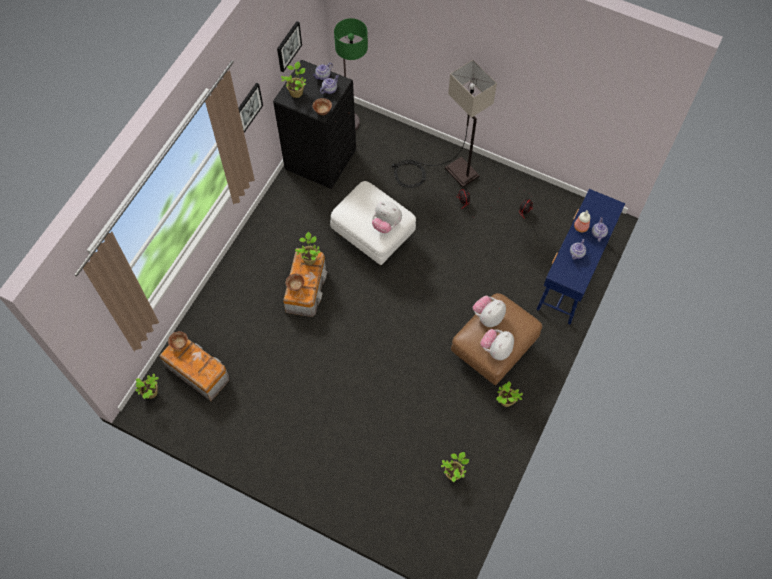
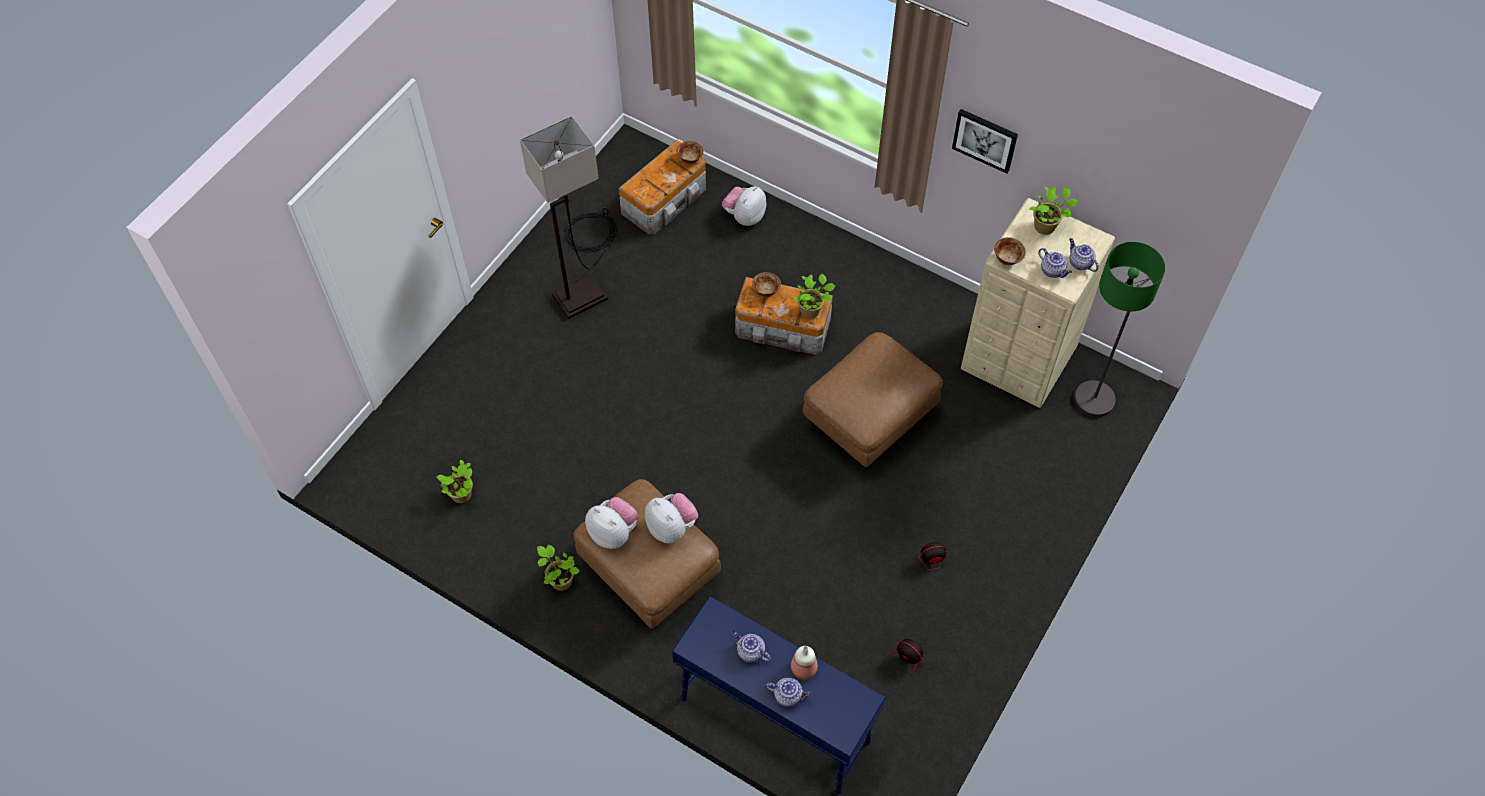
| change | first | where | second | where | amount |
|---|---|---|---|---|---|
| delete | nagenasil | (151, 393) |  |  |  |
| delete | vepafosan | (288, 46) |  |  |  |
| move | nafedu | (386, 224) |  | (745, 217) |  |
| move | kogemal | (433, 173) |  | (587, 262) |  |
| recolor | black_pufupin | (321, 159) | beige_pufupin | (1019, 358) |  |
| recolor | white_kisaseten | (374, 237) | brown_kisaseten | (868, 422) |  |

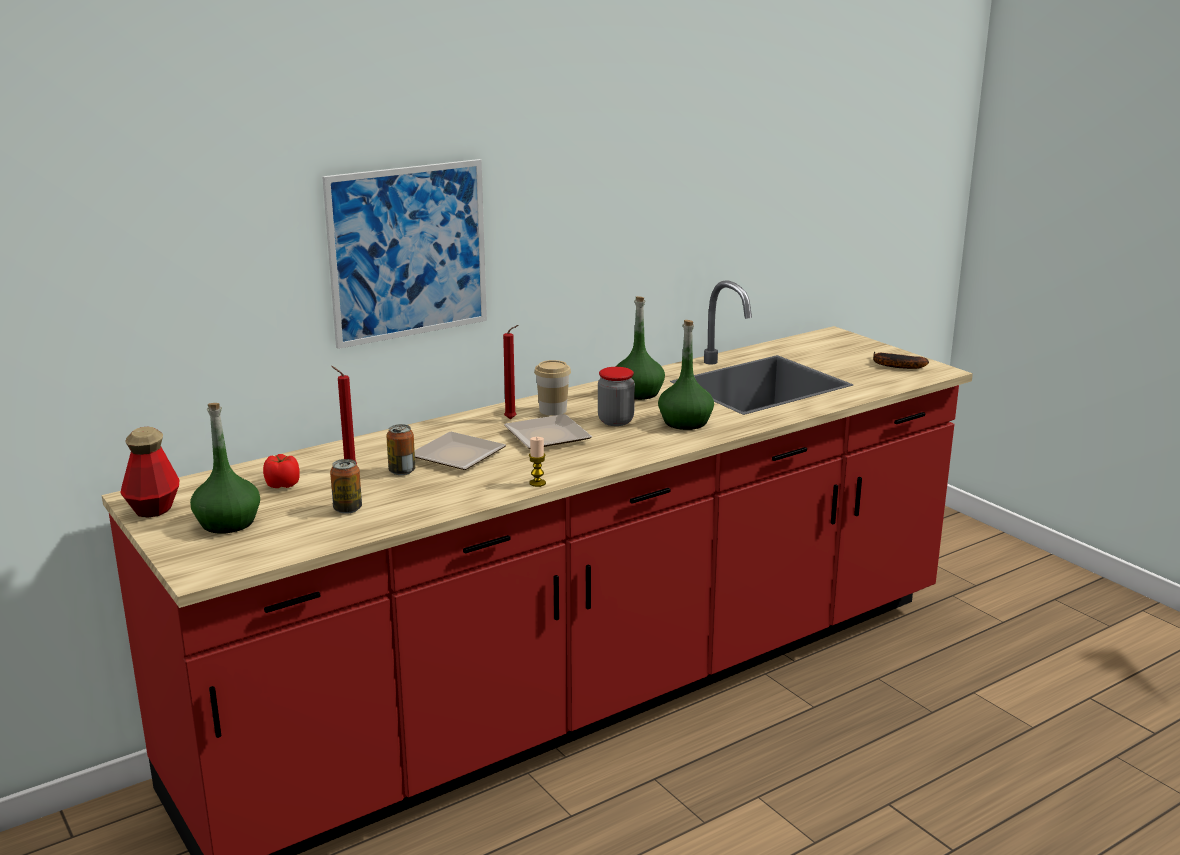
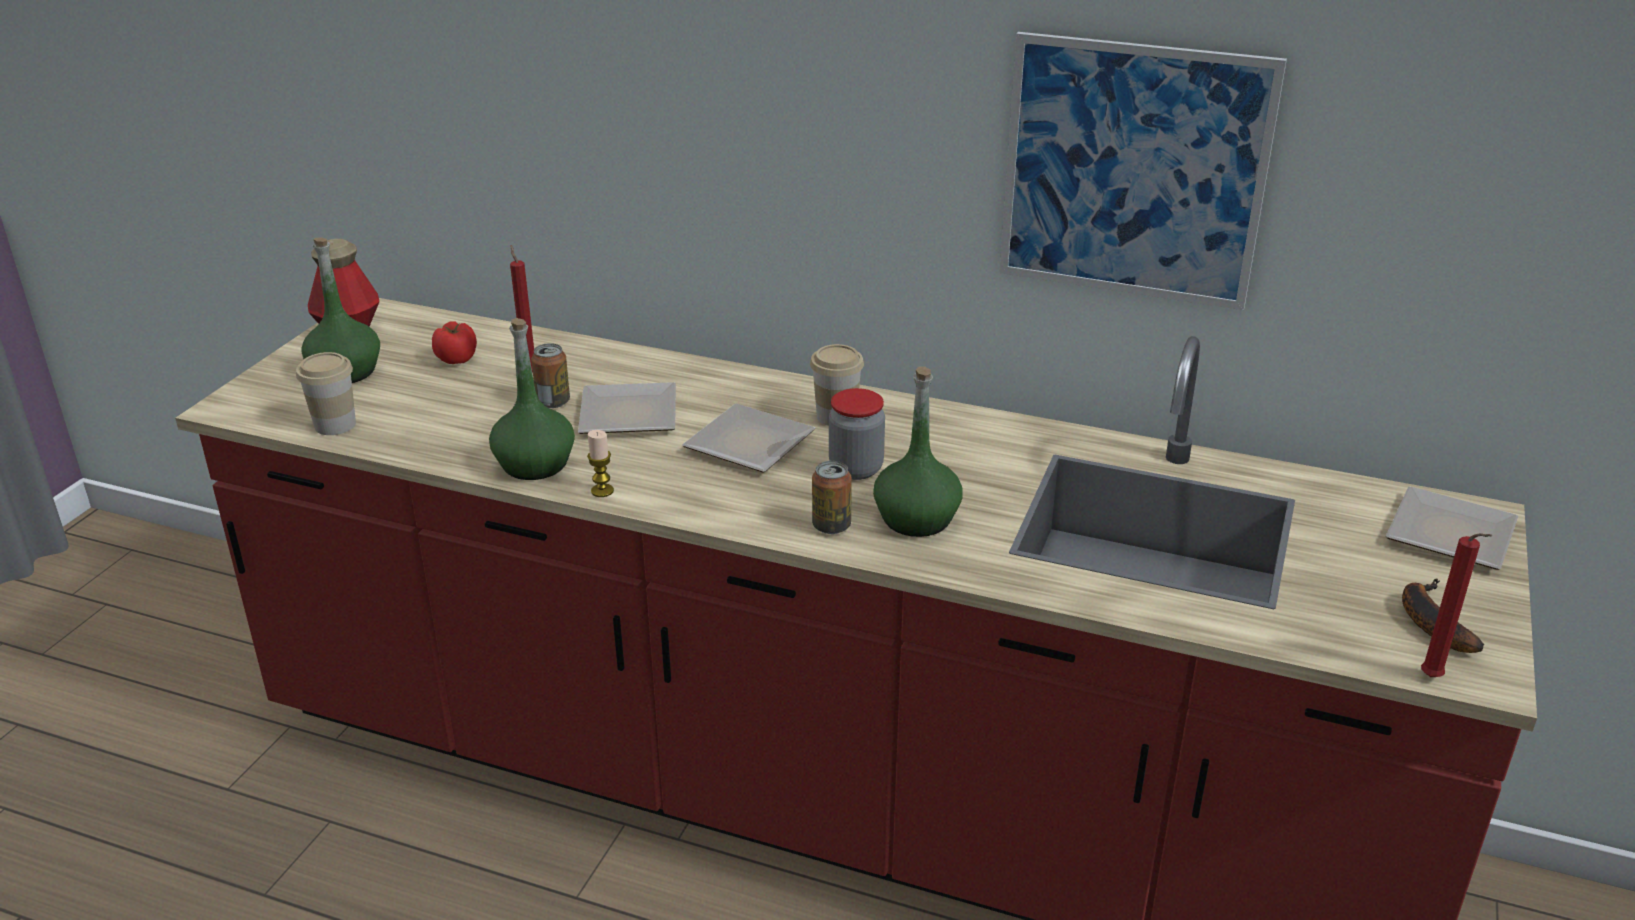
| change | first | where | second | where | amount |
|---|---|---|---|---|---|
| insert |  |  | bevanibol | (335, 425) |  |
| insert |  |  | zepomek | (1446, 531) |  |
| move | vepafosan | (408, 252) |  | (1133, 172) |  |
| move | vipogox | (347, 509) |  | (831, 526) |  |
| move | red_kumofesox | (512, 419) |  | (1433, 679) |  |
| move | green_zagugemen | (638, 393) |  | (535, 464) |  |

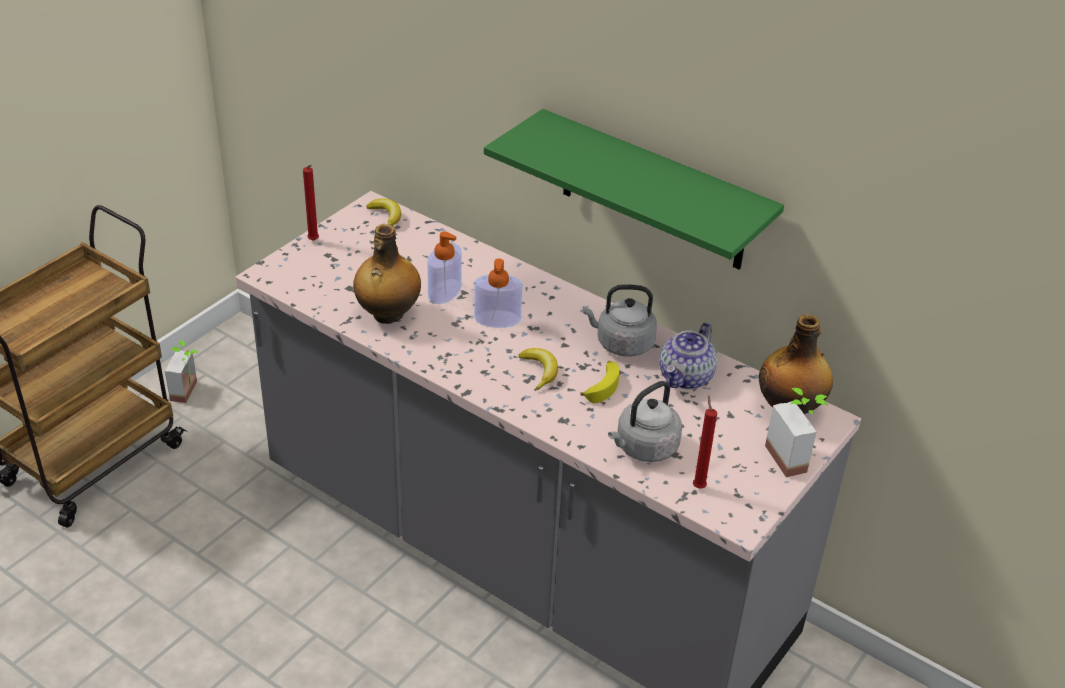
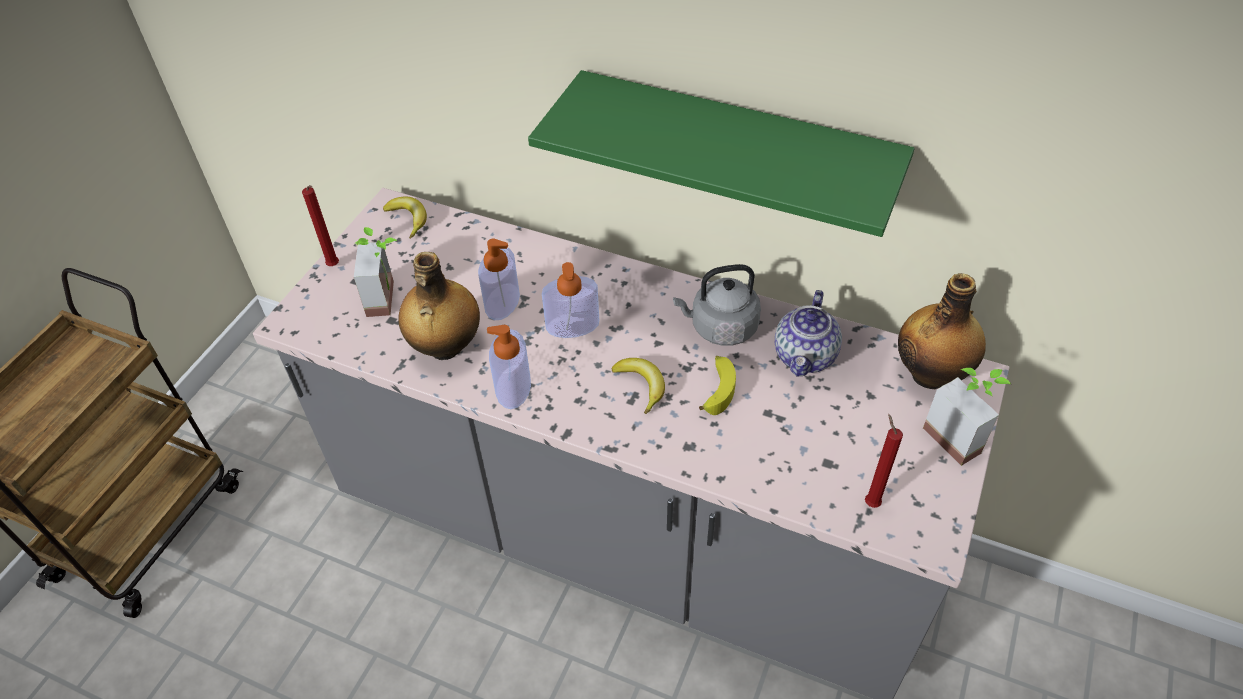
| change | first | where | second | where | amount |
|---|---|---|---|---|---|
| delete | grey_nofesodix | (644, 448) |  |  |  |
| insert |  |  | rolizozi | (513, 387) |  |
| move | nagenasil | (190, 392) |  | (390, 298) |  |

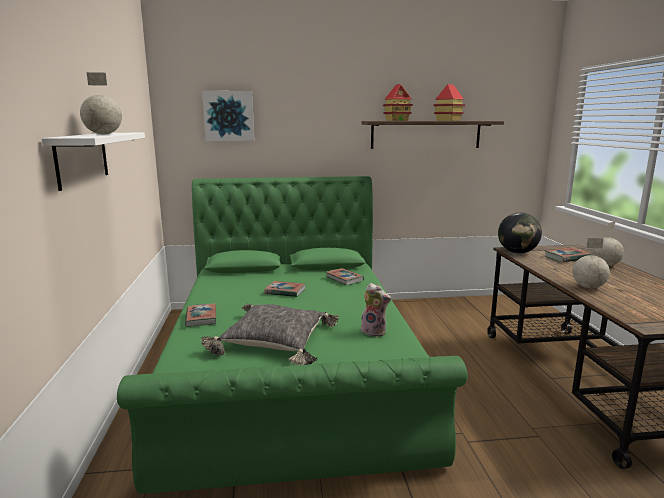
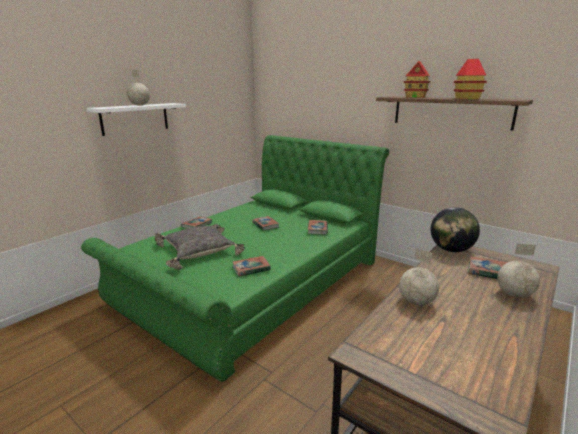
| change | first | where | second | where | amount |
|---|---|---|---|---|---|
| delete | vepafosan | (229, 116) |  |  |  |
| replace | nafedu | (375, 331) | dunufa | (251, 268) |  |

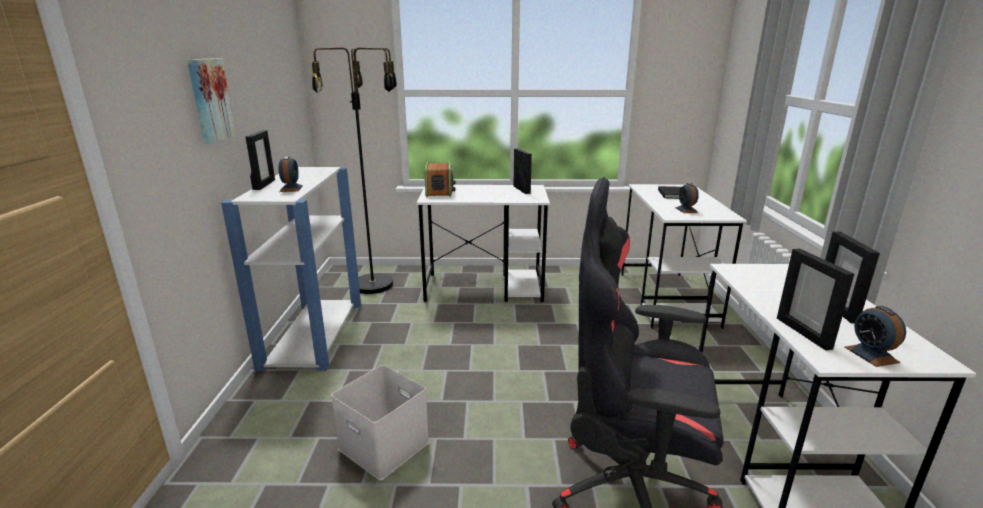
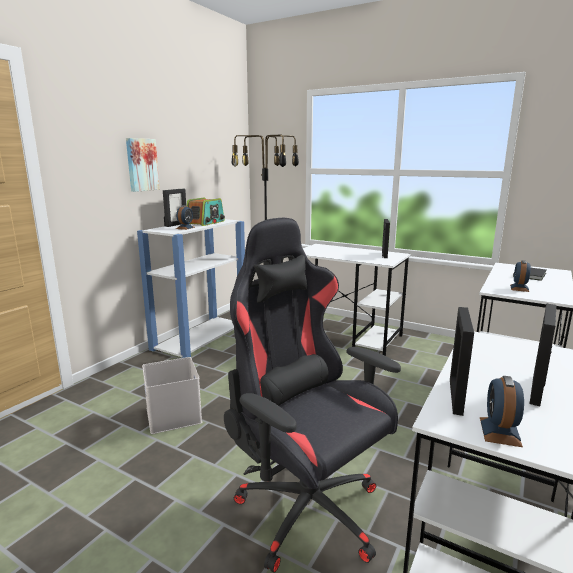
| change | first | where | second | where | amount |
|---|---|---|---|---|---|
| move | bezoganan | (439, 191) |  | (206, 223) |  |

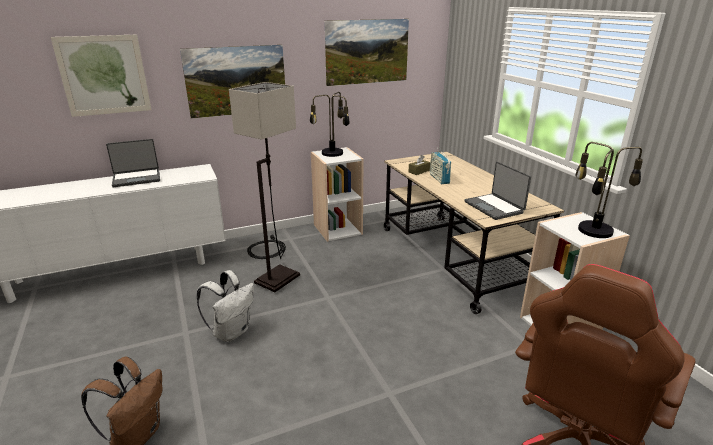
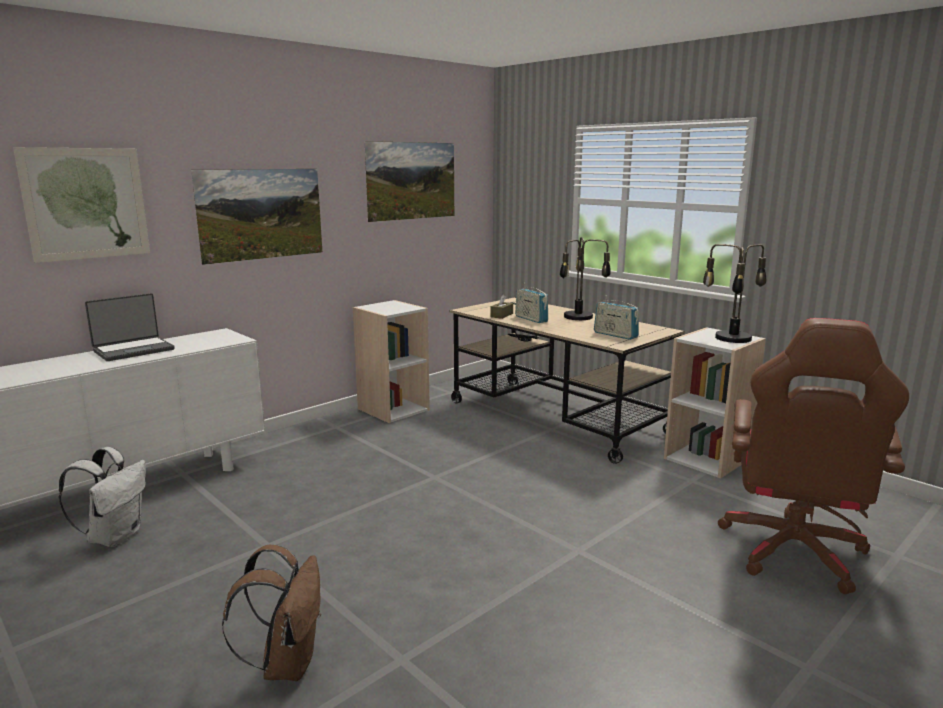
| change | first | where | second | where | amount |
|---|---|---|---|---|---|
| delete | kogemal | (272, 262) |  |  |  |
| move | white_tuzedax | (231, 332) |  | (115, 536) |  |
| move | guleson | (332, 153) |  | (578, 317) |  |
| replace | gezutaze | (494, 207) | bezoganan | (615, 335) |  |

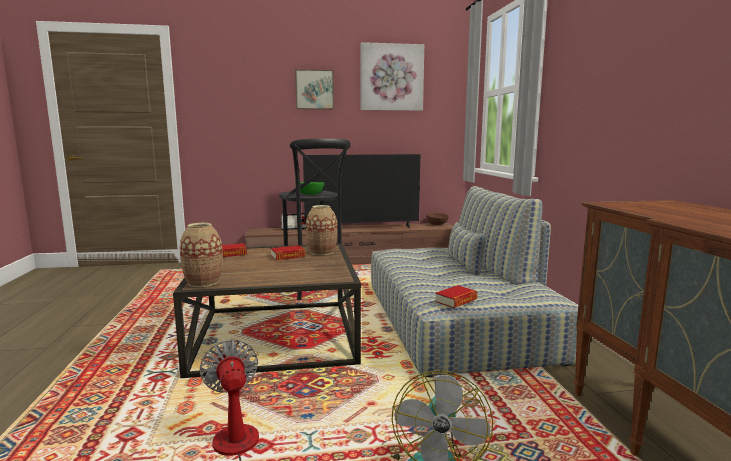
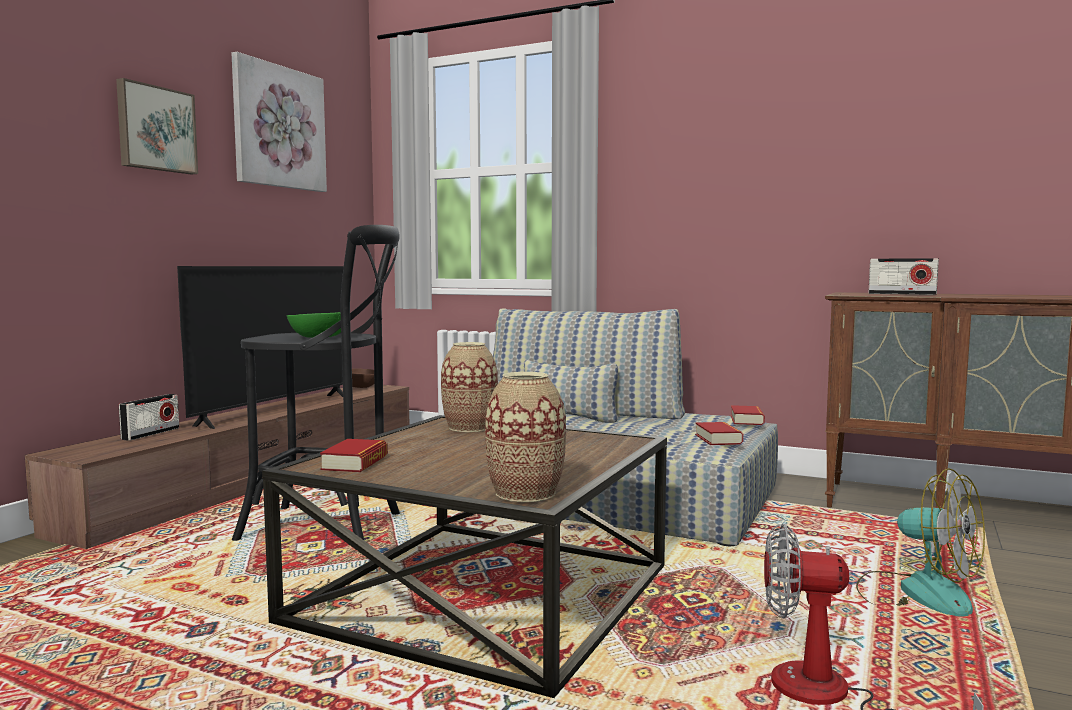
| change | first | where | second | where | amount |
|---|---|---|---|---|---|
| insert |  |  | bezoganan | (902, 294) |  |
| move | dunufa | (288, 256) |  | (747, 420) |  |

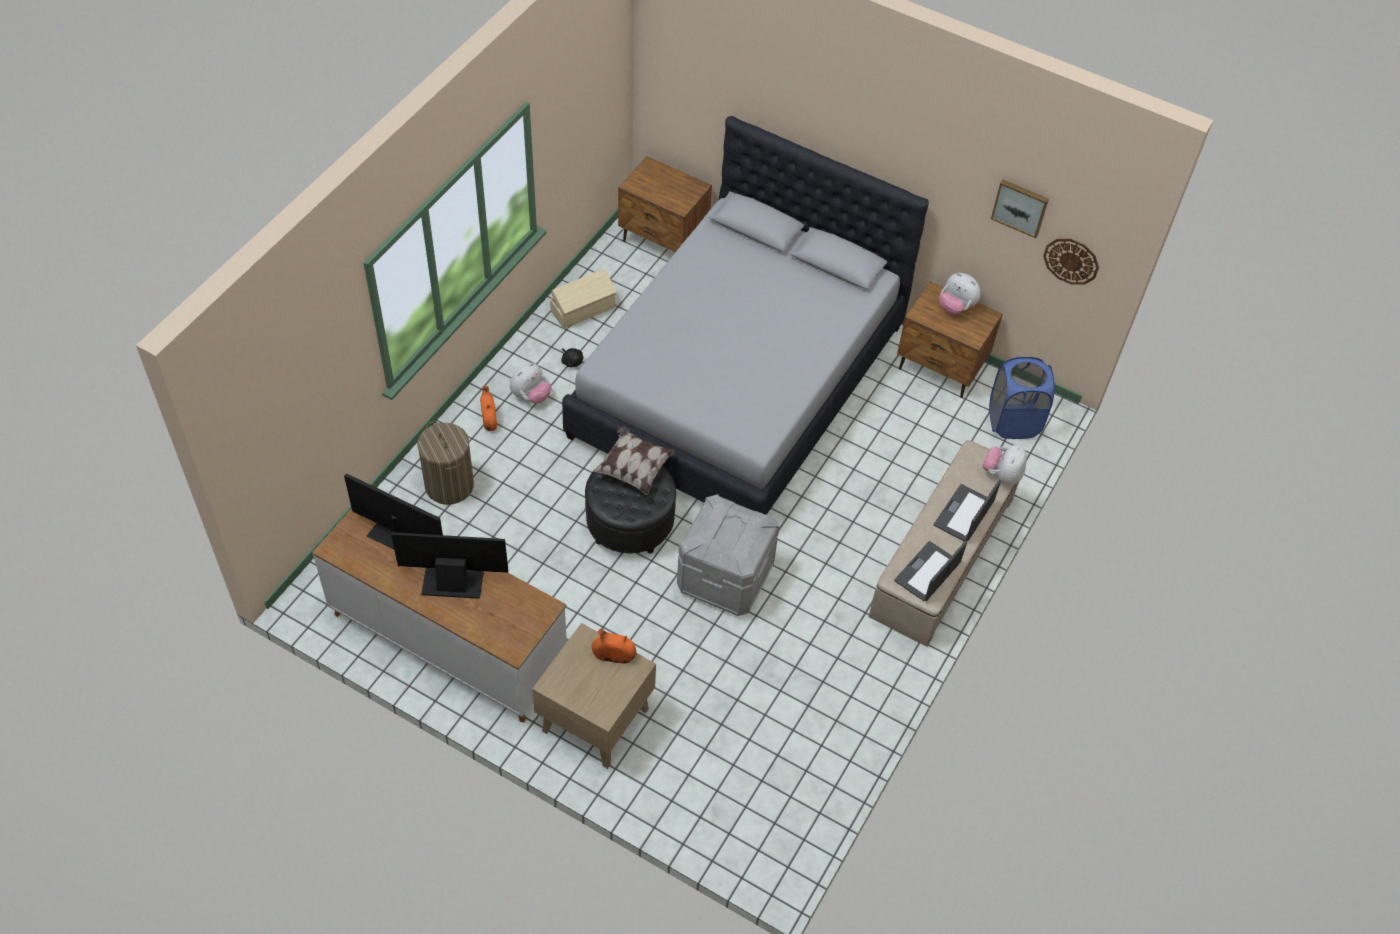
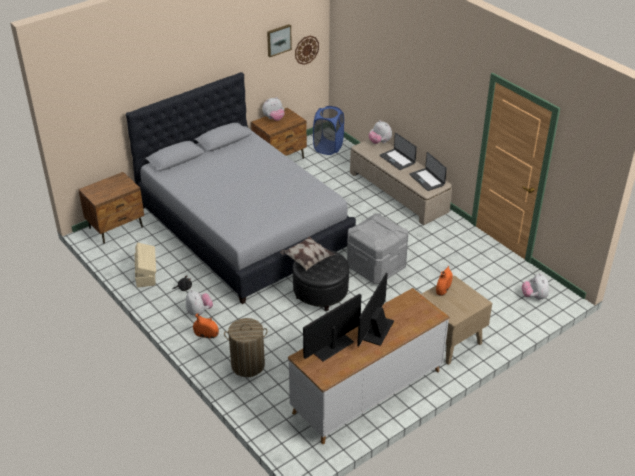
| change | first | where | second | where | amount |
|---|---|---|---|---|---|
| insert |  |  | nafedu | (534, 297) |  |

